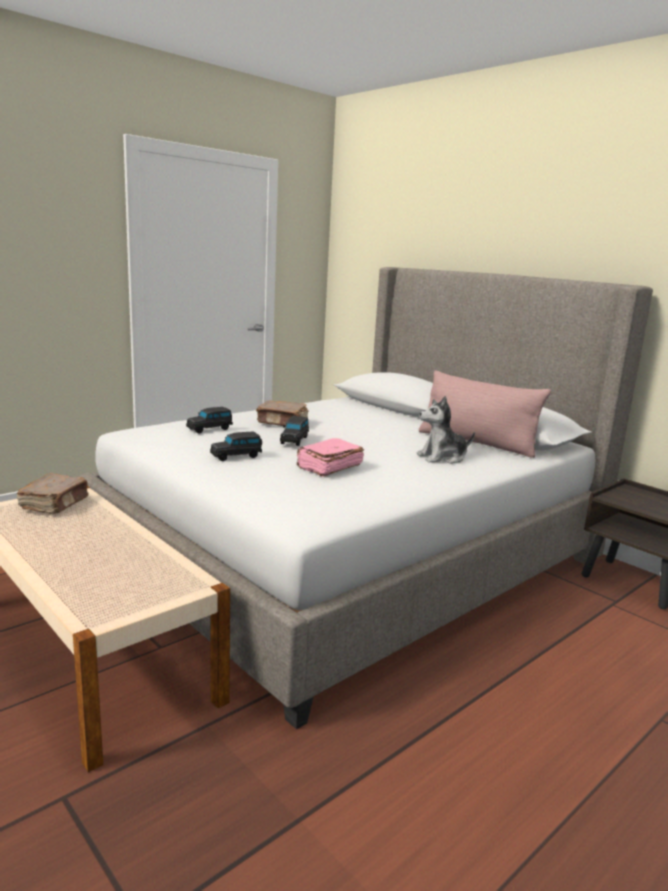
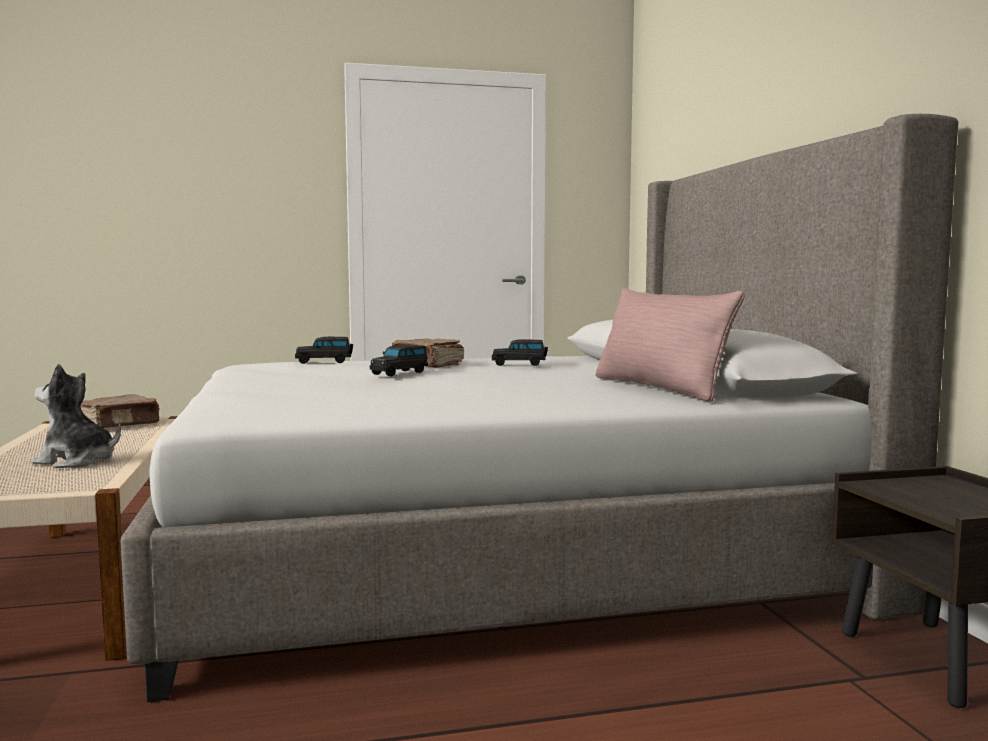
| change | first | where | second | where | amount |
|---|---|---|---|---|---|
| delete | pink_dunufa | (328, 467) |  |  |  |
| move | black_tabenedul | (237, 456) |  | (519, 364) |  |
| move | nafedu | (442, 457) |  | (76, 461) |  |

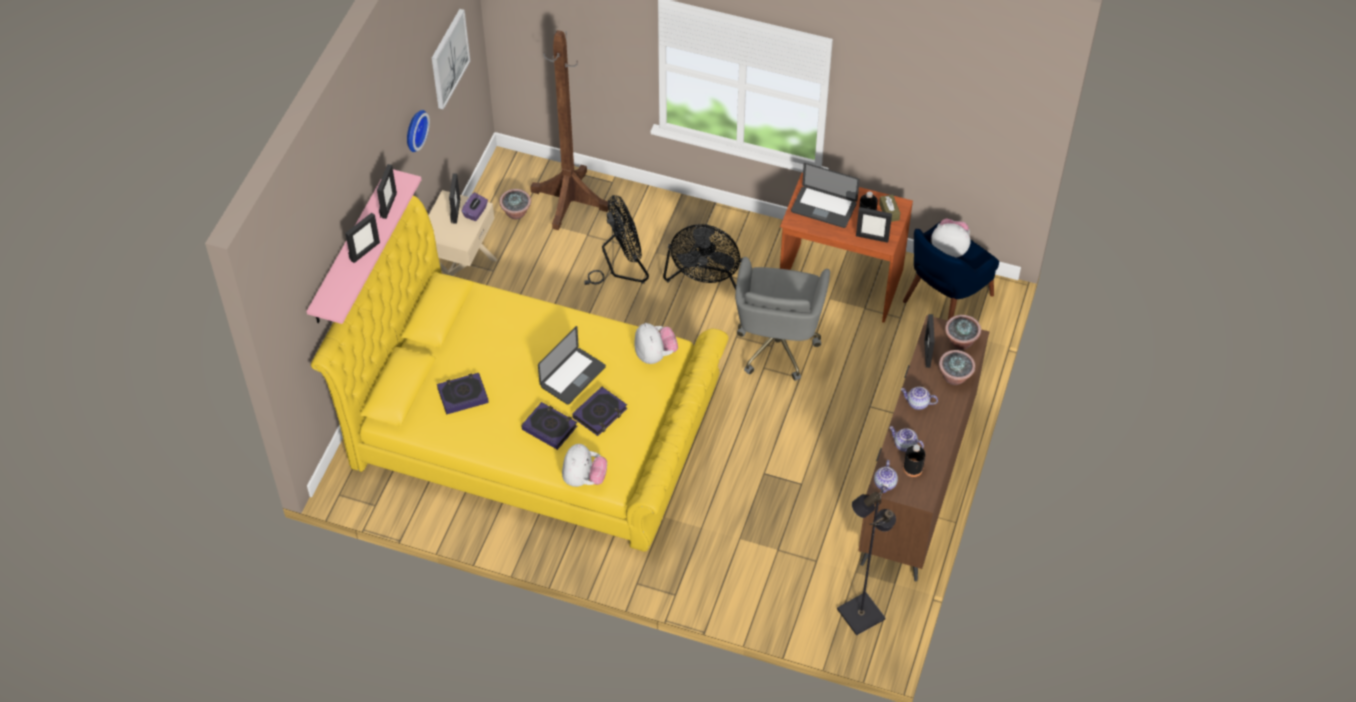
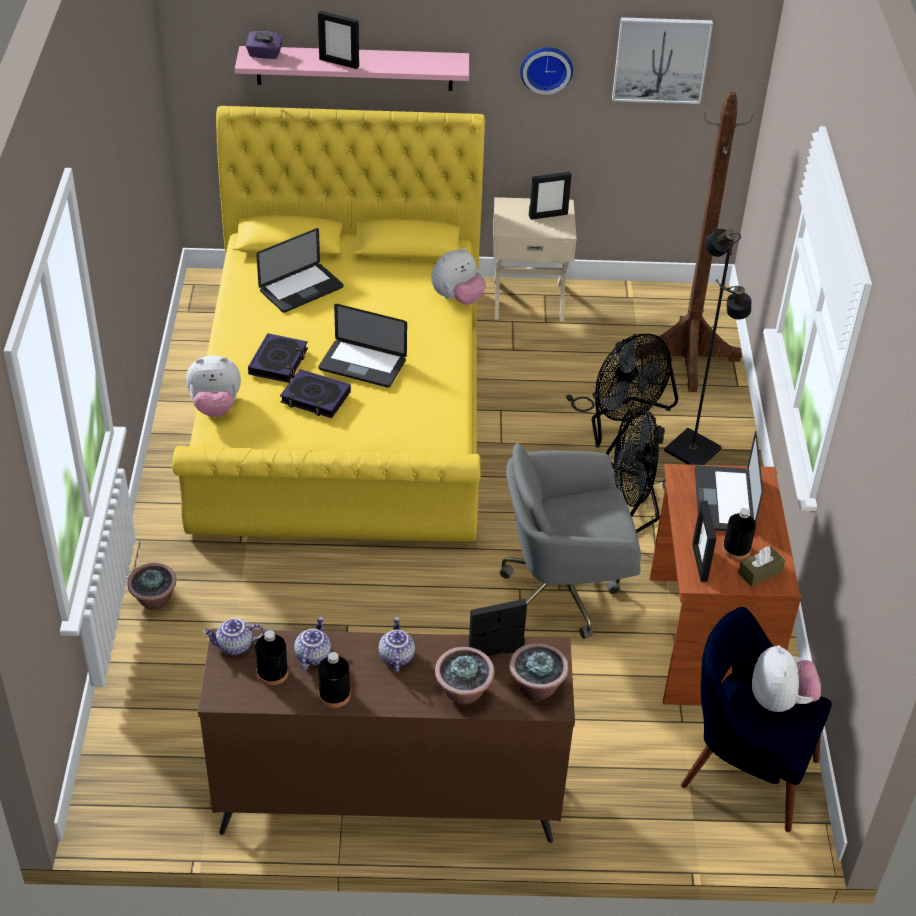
| change | first | where | second | where | amount |
|---|---|---|---|---|---|
| delete | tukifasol | (388, 205) |  |  |  |
| insert |  |  | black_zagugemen | (334, 695) |  |
| move | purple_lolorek | (475, 212) |  | (264, 54) |  |
| move | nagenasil | (516, 213) |  | (154, 600) |  |
| move | nafedu | (655, 355) |  | (457, 298) |  |
| move | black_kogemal | (861, 614) |  | (692, 450) |  |
| replace | dunufa | (463, 395) | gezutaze | (301, 289) |  |

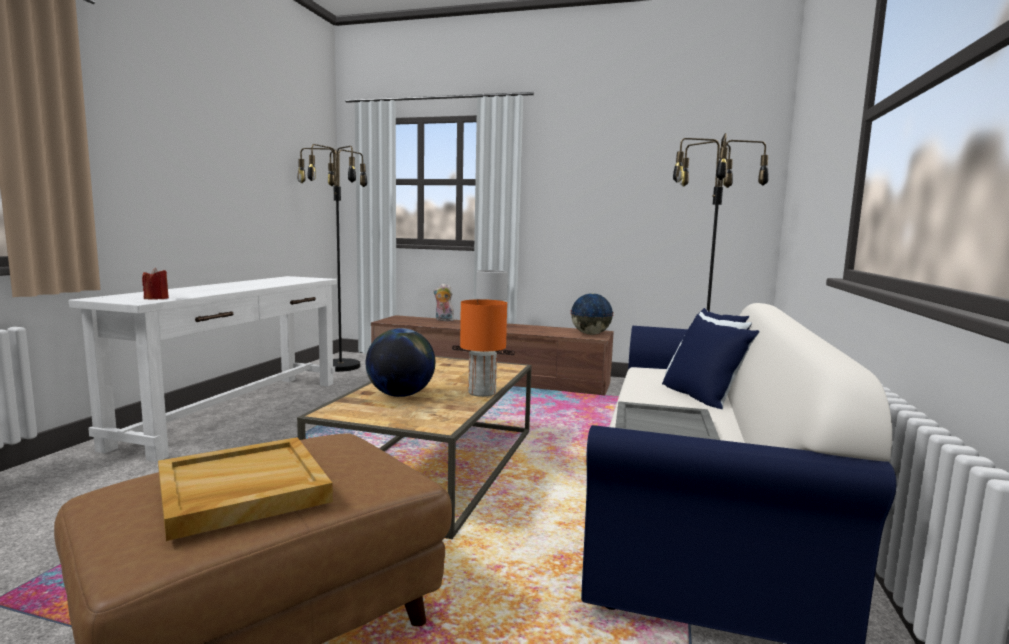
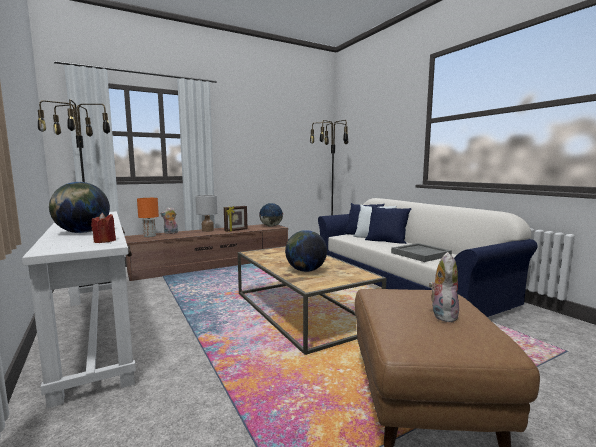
| change | first | where | second | where | amount |
|---|---|---|---|---|---|
| insert |  |  | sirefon | (82, 232) |  |
| insert |  |  | tukifasol | (236, 230) |  |
| move | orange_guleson | (482, 392) |  | (149, 236) |  |
| replace | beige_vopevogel | (241, 490) | nafedu | (442, 314) |  |

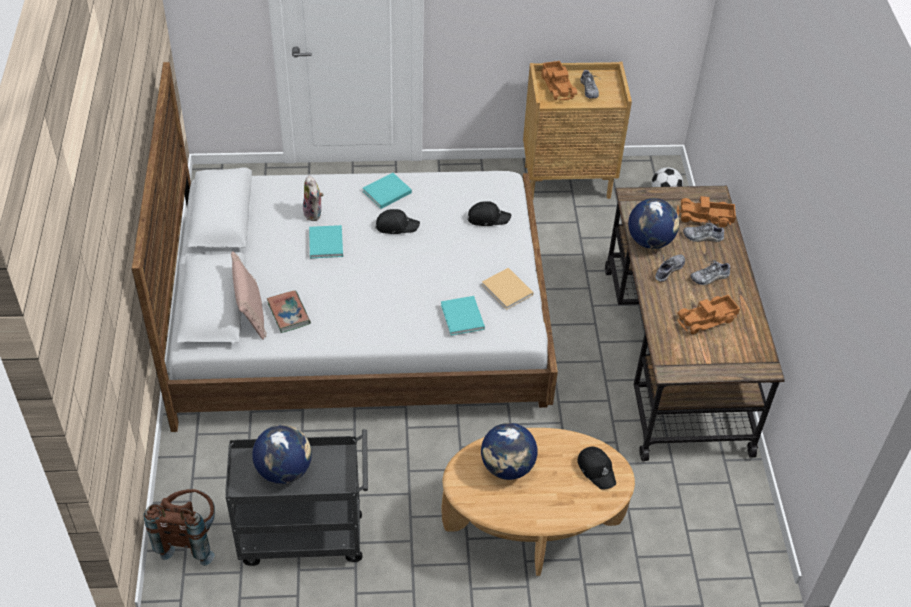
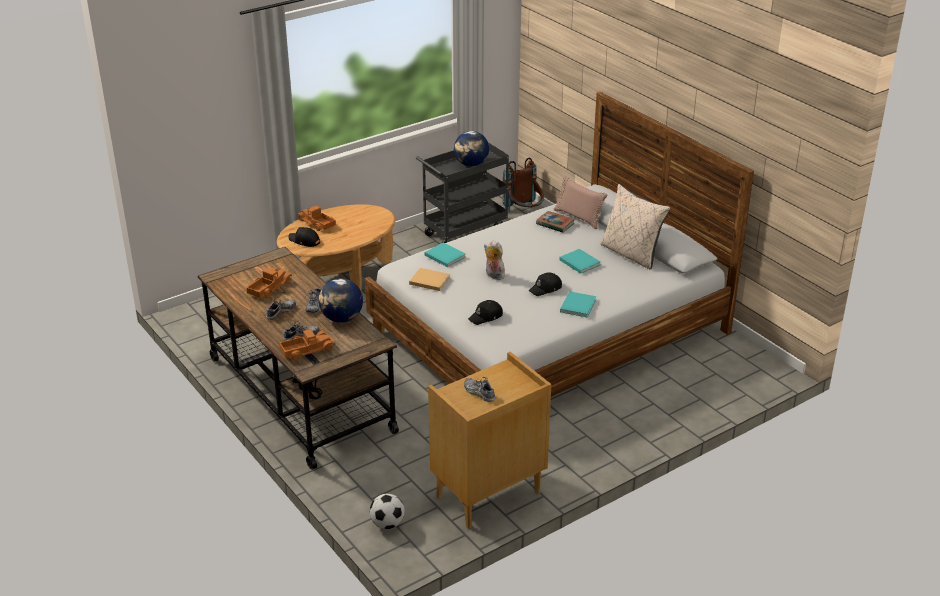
| change | first | where | second | where | amount |
|---|---|---|---|---|---|
| delete | sirefon | (507, 467) |  |  |  |
| insert |  |  | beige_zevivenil | (631, 254) |  |
| move | nafedu | (314, 213) |  | (493, 276) |  |
| move | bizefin | (558, 86) |  | (316, 223) |  |

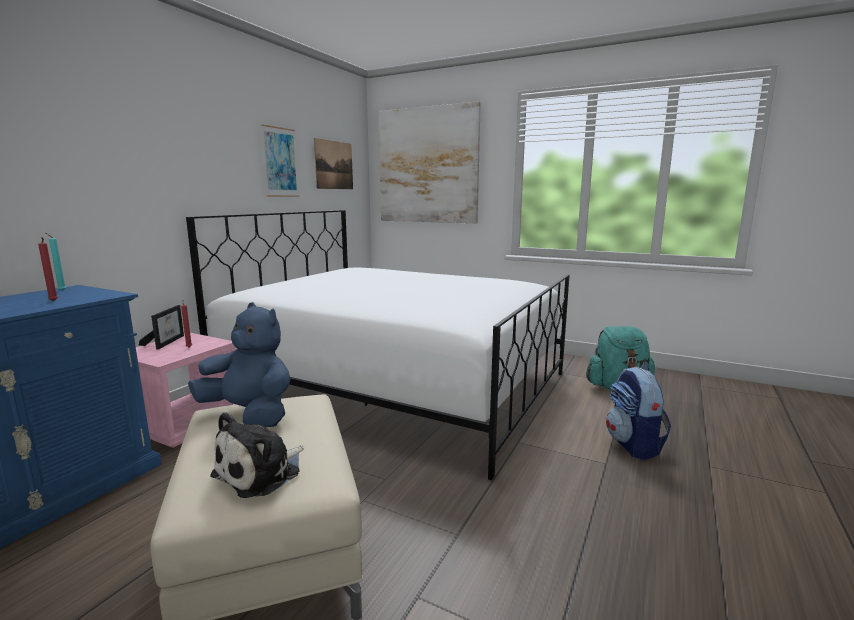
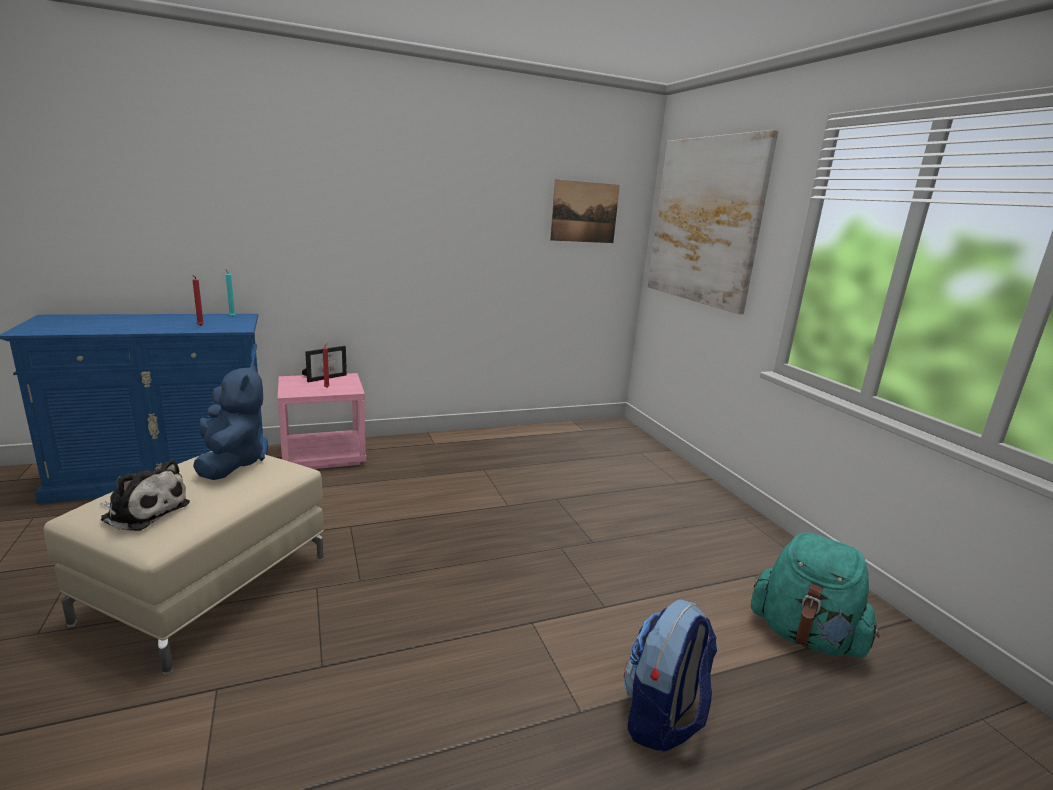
| change | first | where | second | where | amount |
|---|---|---|---|---|---|
| delete | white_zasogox | (395, 384) |  |  |  |
| delete | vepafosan | (280, 162) |  |  |  |
| rotate | nafedu | (261, 472) |  | (143, 511) | 150 degrees counterclockwise |

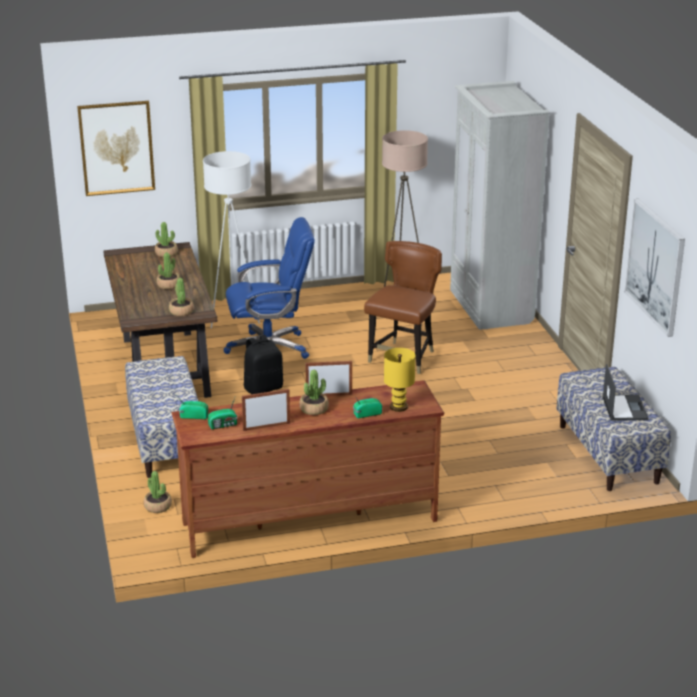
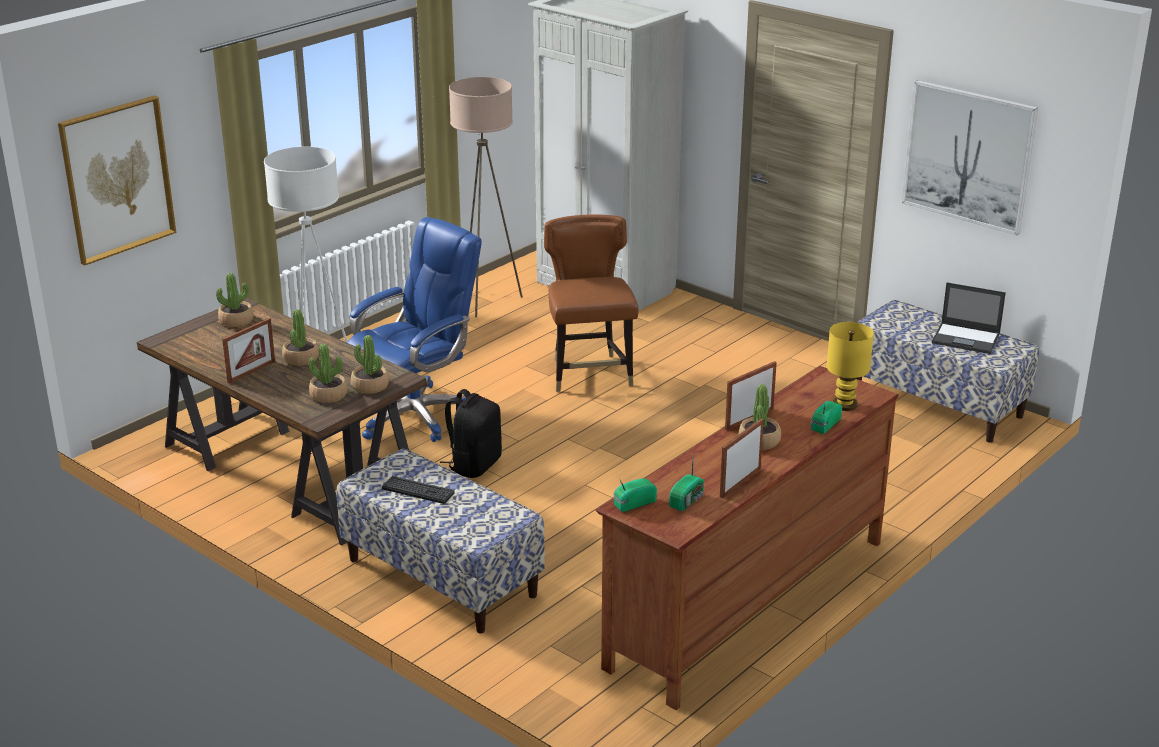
| change | first | where | second | where | amount |
|---|---|---|---|---|---|
| insert |  |  | tukifasol | (251, 372) |  |
| insert |  |  | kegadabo | (418, 490) |  |
| move | nagenasil | (158, 506) |  | (329, 395) |  |
| rotate | gezutaze | (624, 408) |  | (966, 339) | 150 degrees clockwise |

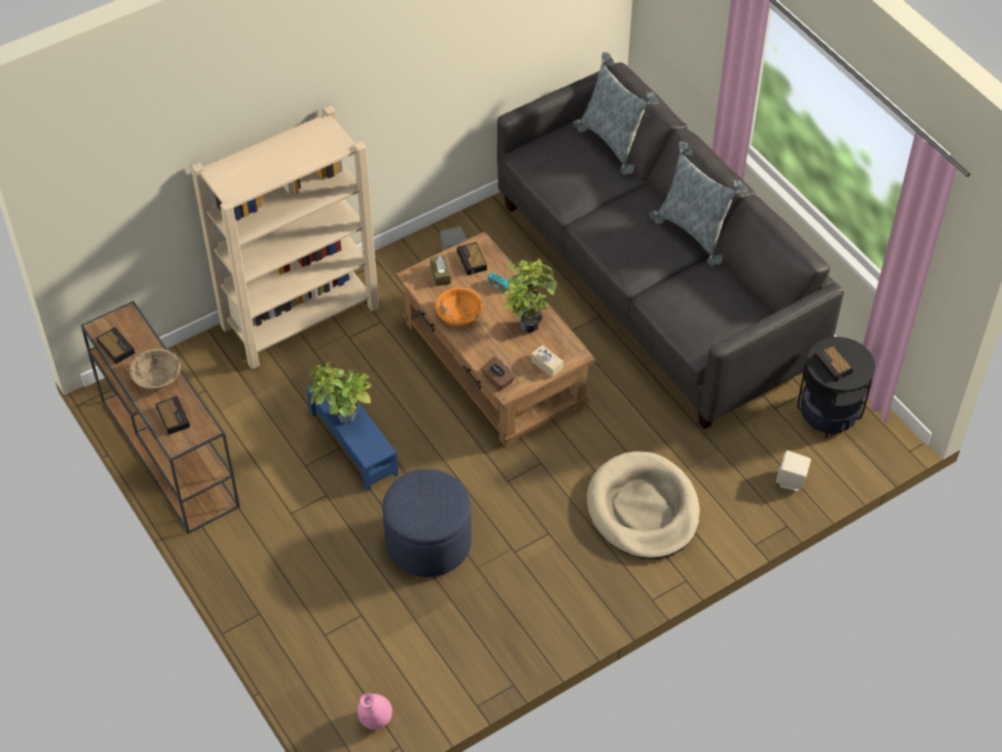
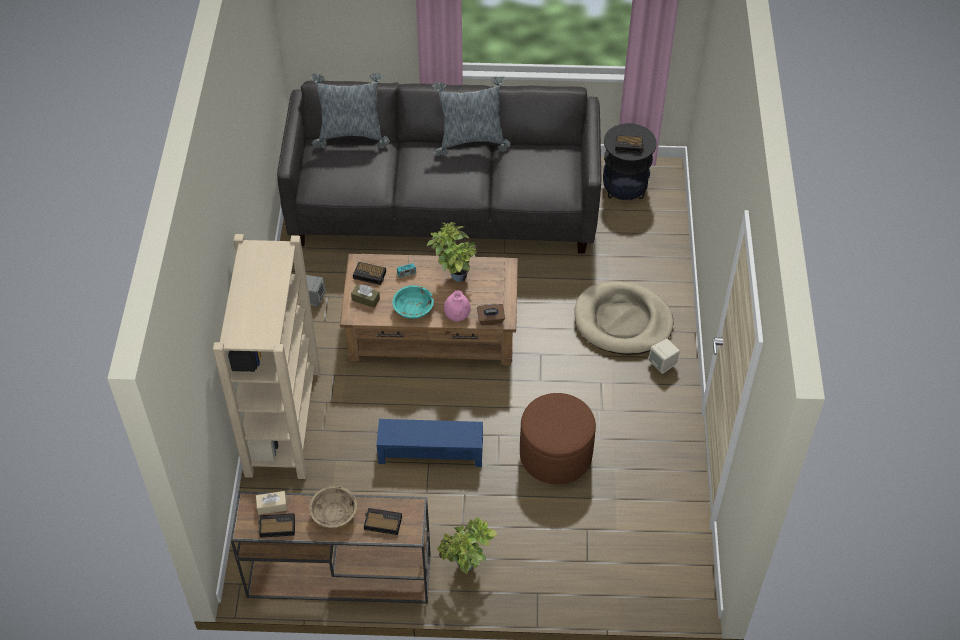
| change | first | where | second | where | amount |
|---|---|---|---|---|---|
| move | nagenasil | (342, 419) |  | (466, 568) |  |
| move | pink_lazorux | (375, 720) |  | (457, 316) |  |
| move | beige_lolorek | (547, 365) |  | (272, 506) |  |
| move | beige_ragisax | (791, 481) |  | (662, 364) |  |
| recolor | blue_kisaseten | (428, 542) | brown_kisaseten | (555, 455) |  |
| recolor | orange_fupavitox | (459, 315) | turquoise_fupavitox | (413, 309) |  |

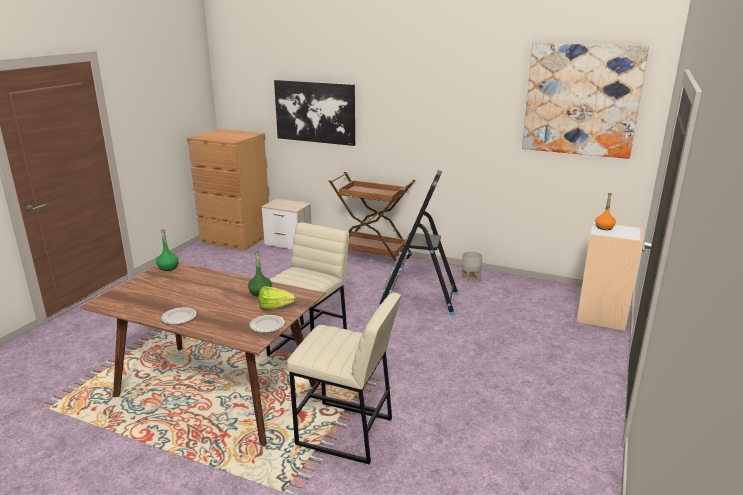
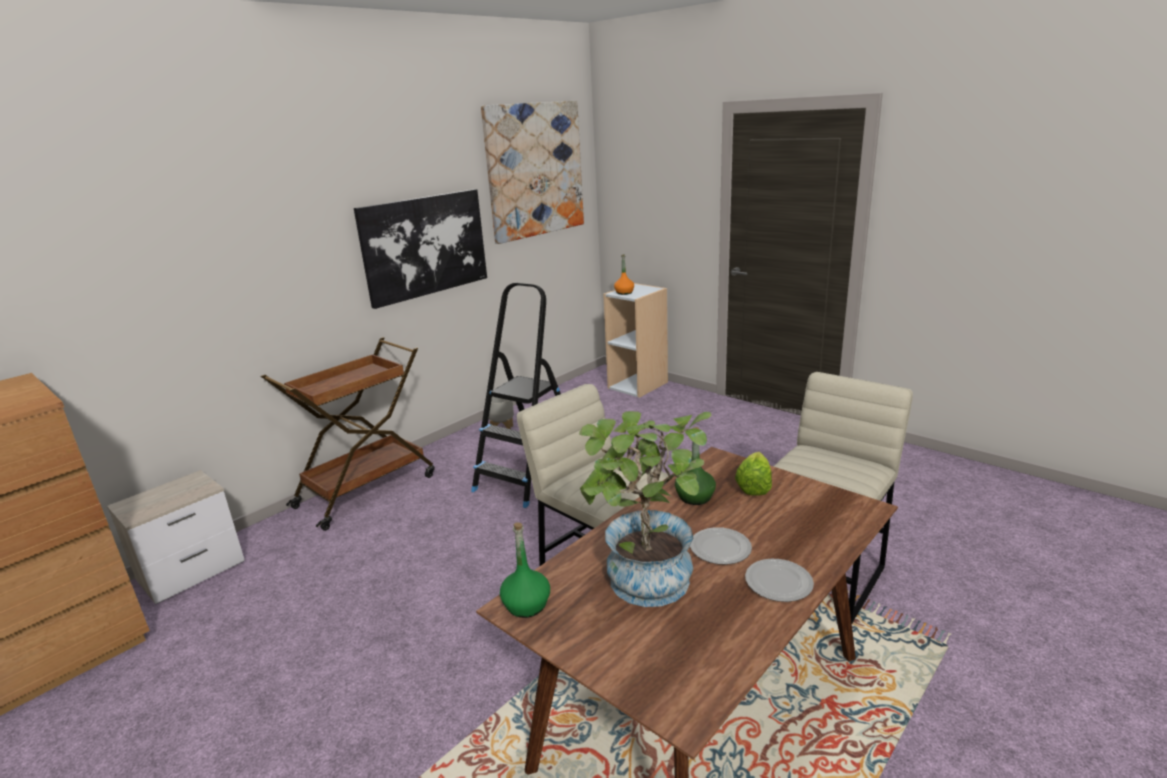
| change | first | where | second | where | amount |
|---|---|---|---|---|---|
| insert |  |  | nagenasil | (645, 588) |  |
| move | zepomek | (266, 325) |  | (720, 549) |  |
| move | vepafosan | (315, 112) |  | (424, 246) |  |

